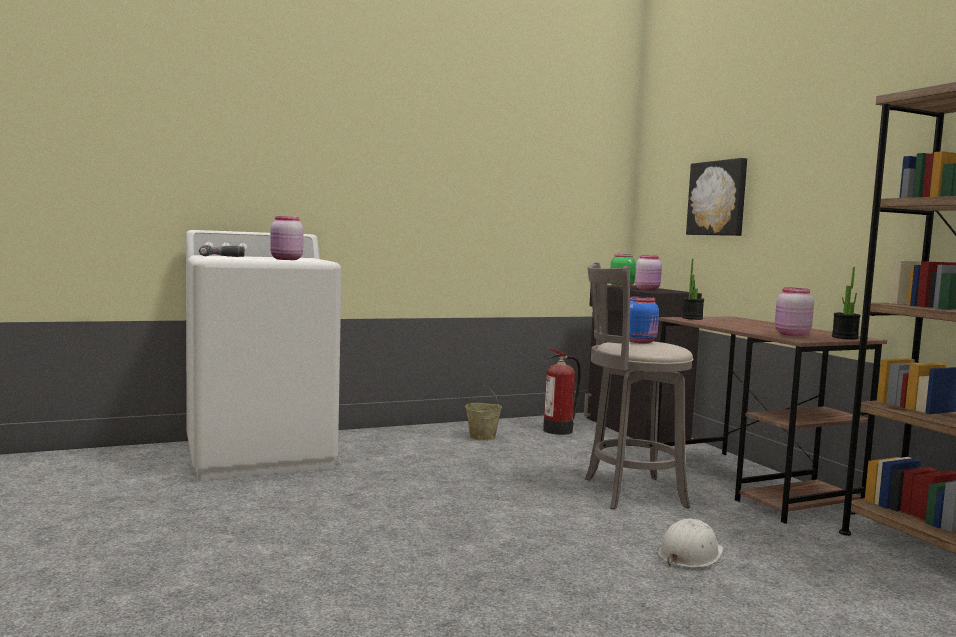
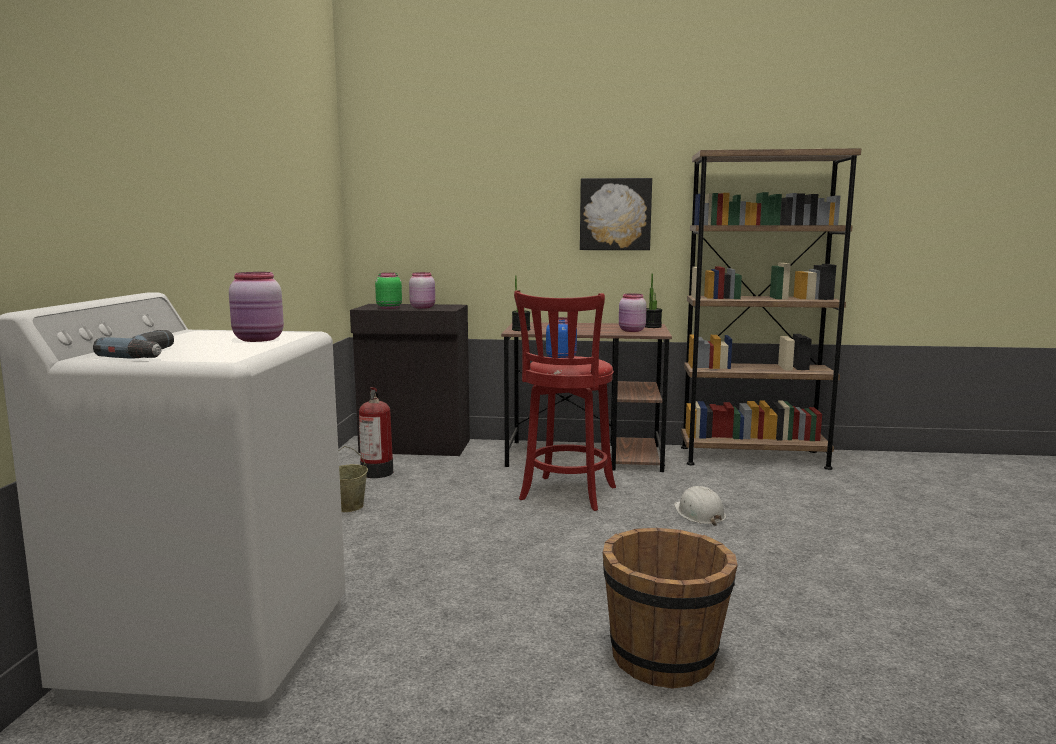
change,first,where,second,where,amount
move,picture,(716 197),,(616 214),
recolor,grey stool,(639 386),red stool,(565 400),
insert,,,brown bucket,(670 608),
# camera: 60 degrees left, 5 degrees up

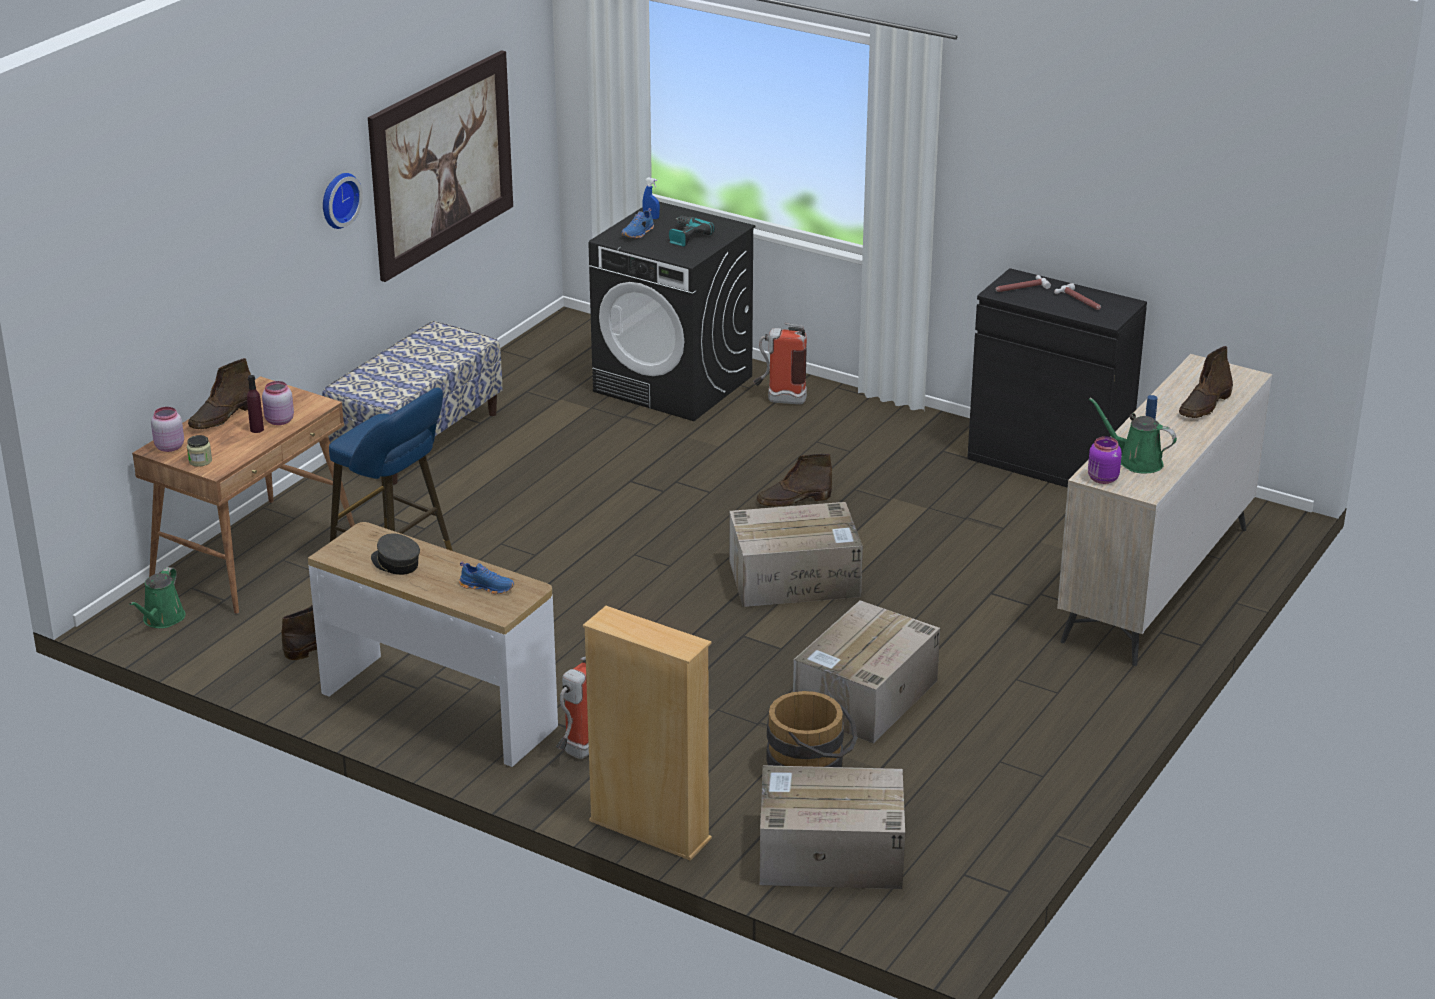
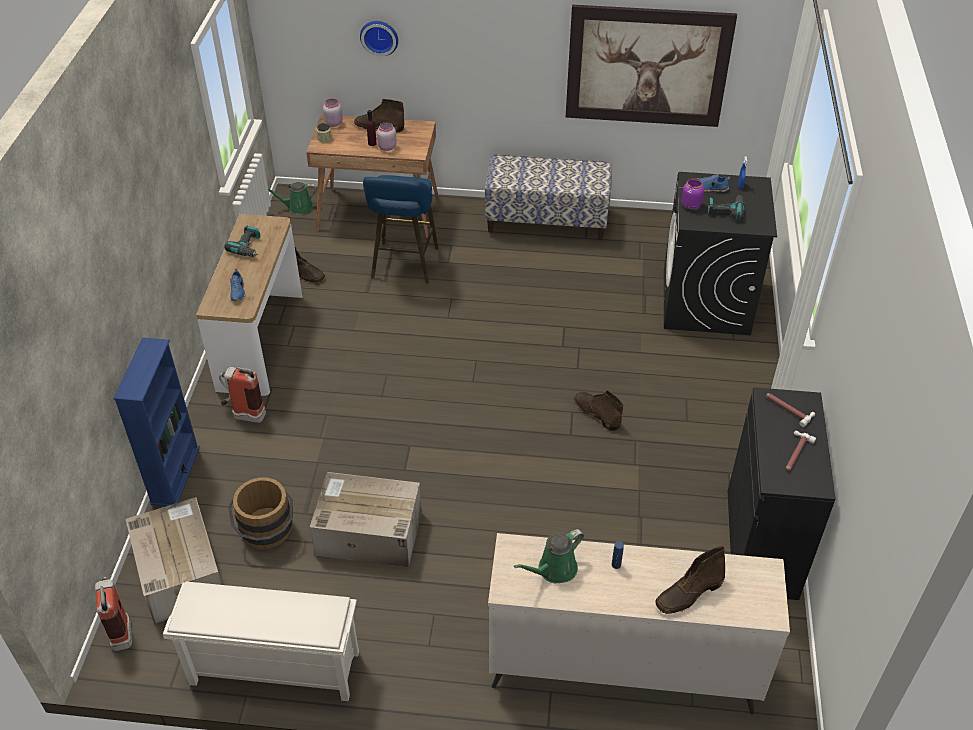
change,first,where,second,where,amount
move,wall clock,(343 201),,(379 38),
move,fire extinguisher,(780 363),,(113 614),
rotate,brown boot,(1206 382),,(690 580),45 degrees counterclockwise
rotate,green watering can,(1133 435),,(549 556),135 degrees counterclockwise
move,purple jar,(1105 460),,(692 193),
delete,cardboard box,(796 554),,,
replace,grey cap,(395 554),power drill,(242 241),
recolor,beige bookcase,(647 733),blue bookcase,(157 421),
insert,,,white shoe rack,(261 641),
# camera: 65 degrees right, 15 degrees up

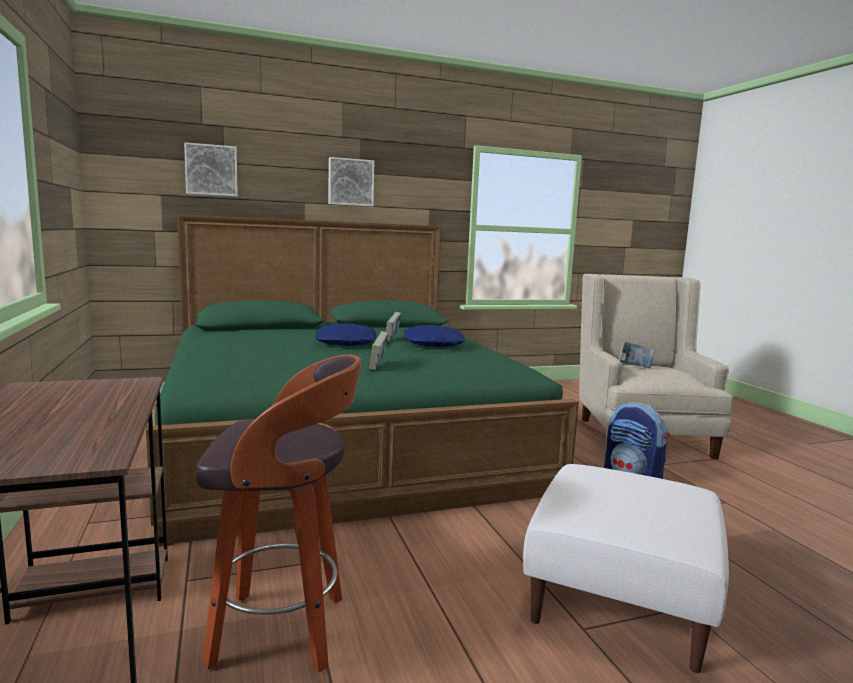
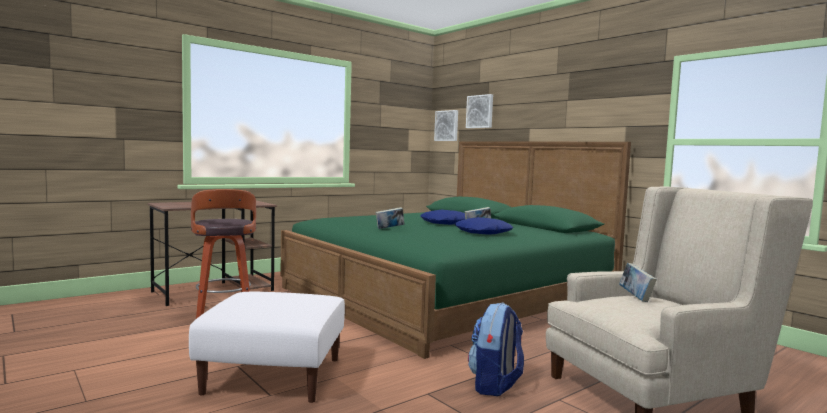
change,first,where,second,where,amount
move,picture,(351 182),,(446 125),
# camera: 70 degrees right, 5 degrees down

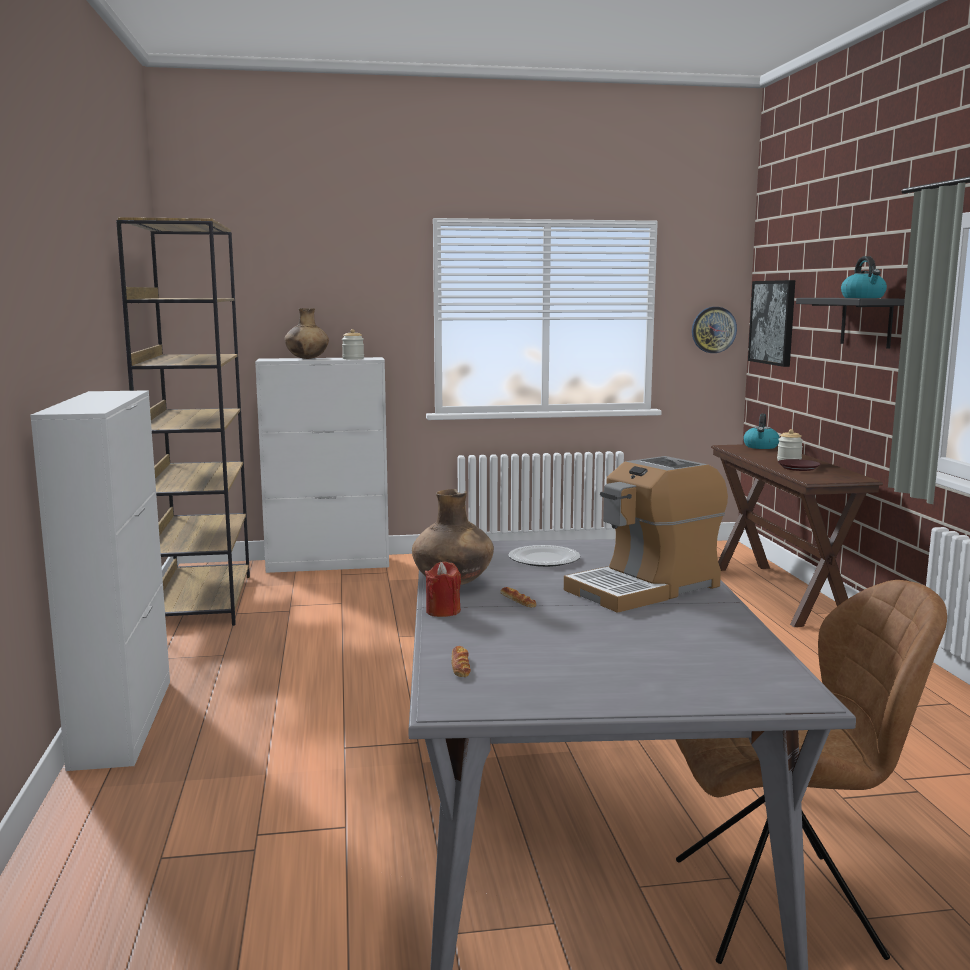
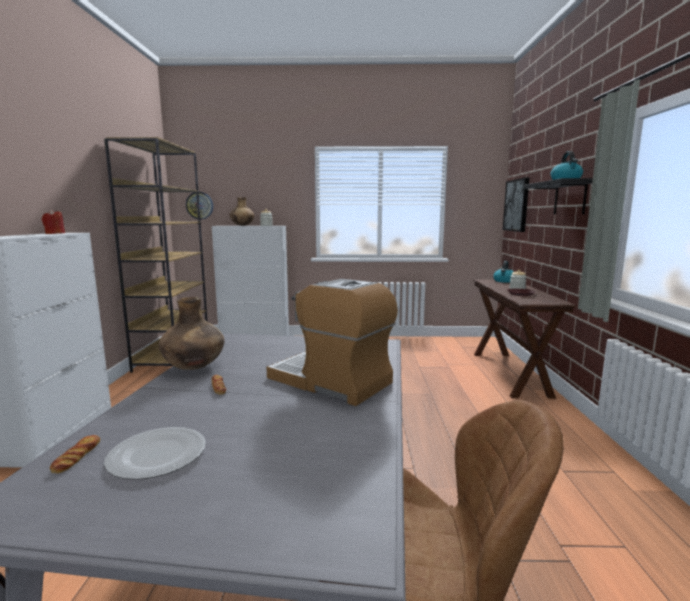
change,first,where,second,where,amount
move,wall clock,(714 330),,(199 205),
rotate,coffee machine,(646 534),,(332 342),60 degrees clockwise
move,plate,(544 556),,(155 453),
move,red candle,(443 589),,(53 222),
# camera: 10 degrees right, 0 degrees up

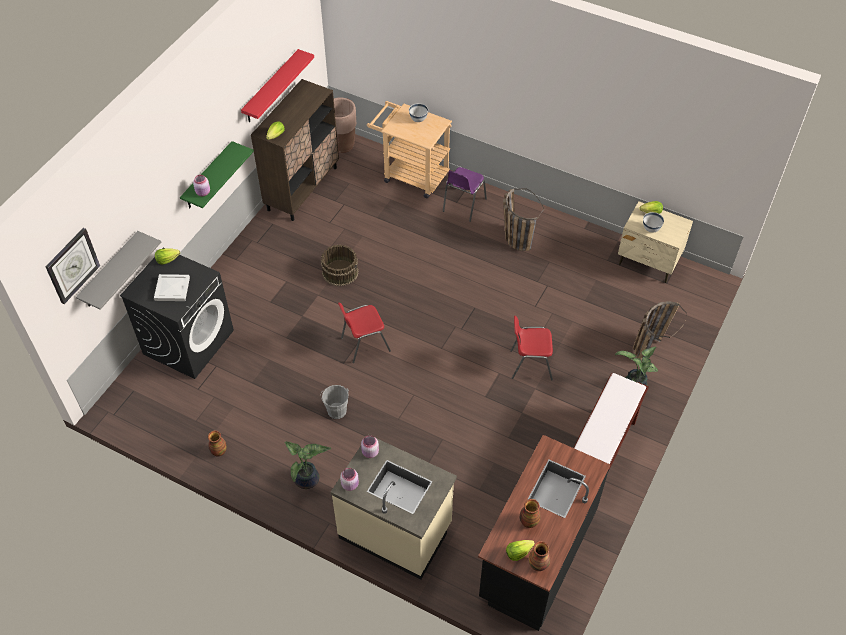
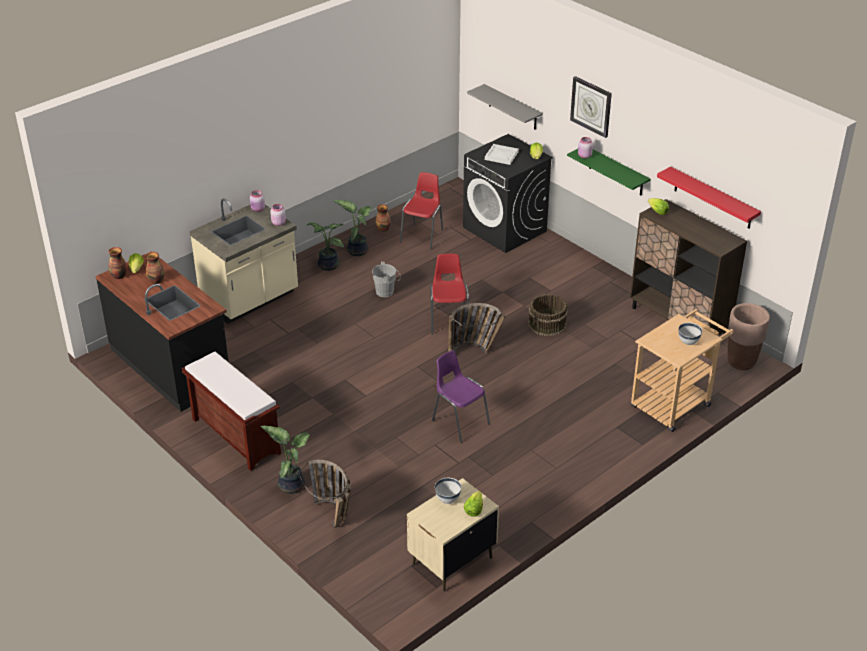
change,first,where,second,where,amount
move,purple chair,(465 194),,(461 396),
move,basket,(523 219),,(476 328),
move,wall clock,(72 266),,(591 107),
move,red chair,(531 348),,(421 210),
insert,,,potted plant,(352 228),
# camera: 110 degrees right, 15 degrees down

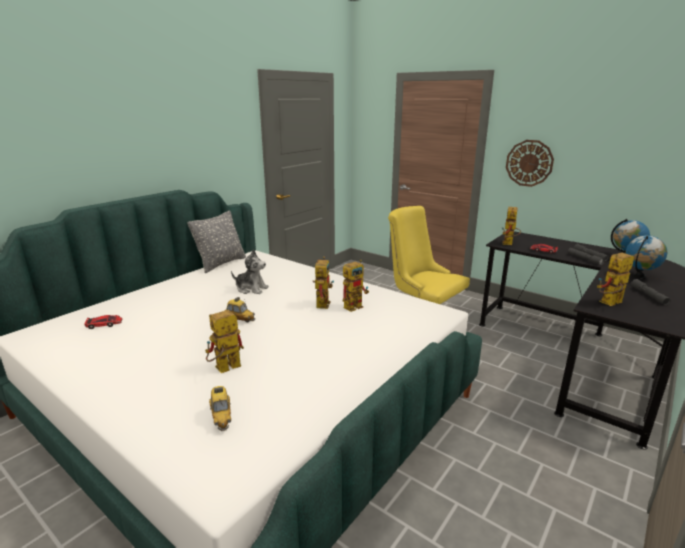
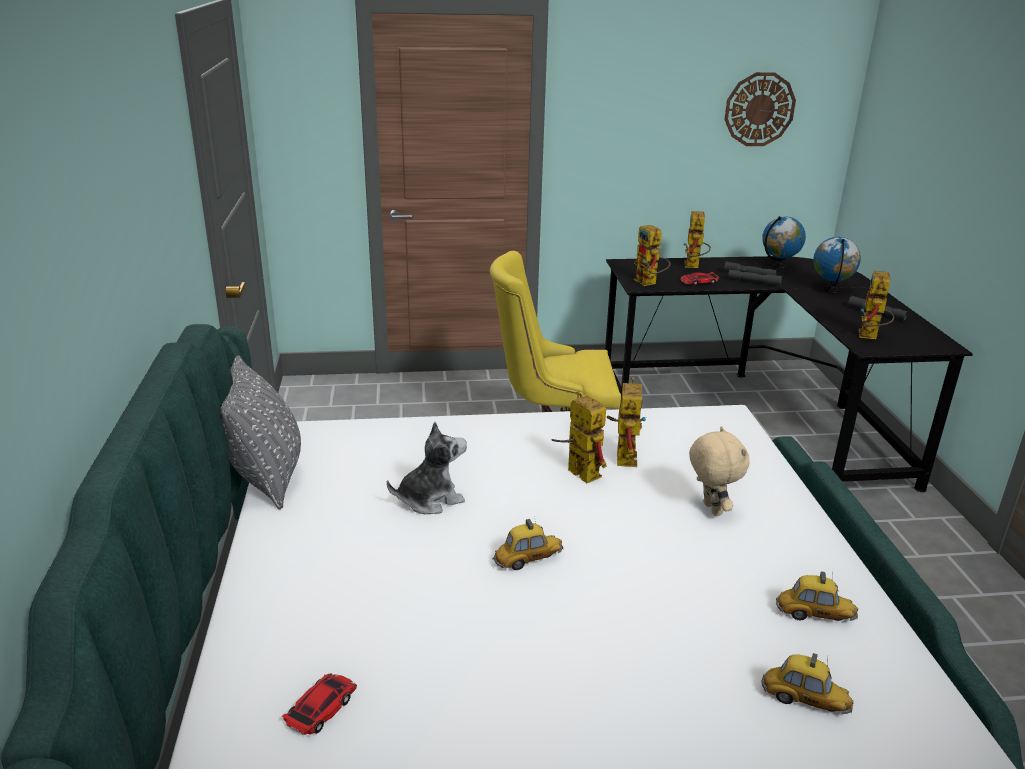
change,first,where,second,where,amount
move,wall clock,(530 163),,(760 109),
move,toy robot,(224 341),,(697 239),
insert,,,beige plush toy,(719 471),
insert,,,toy car,(817 596),
# camera: 45 degrees left, 5 degrees up

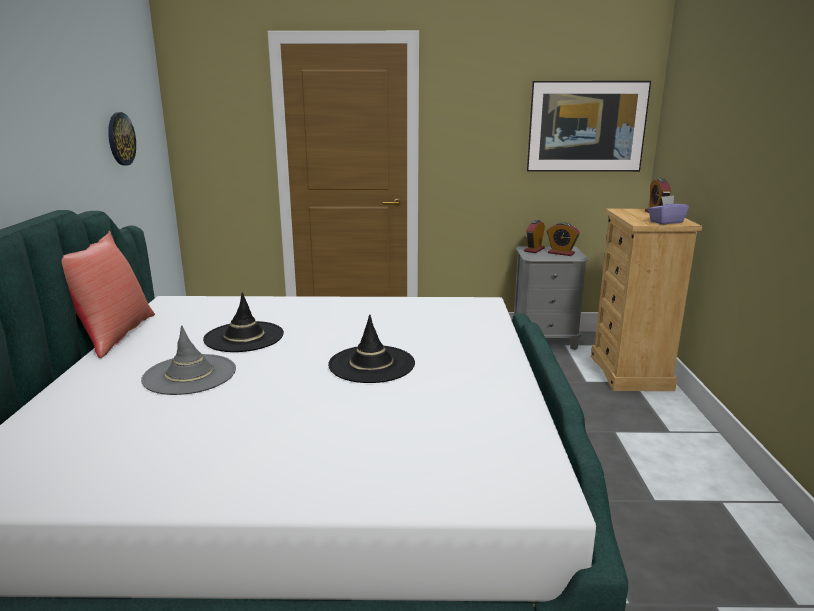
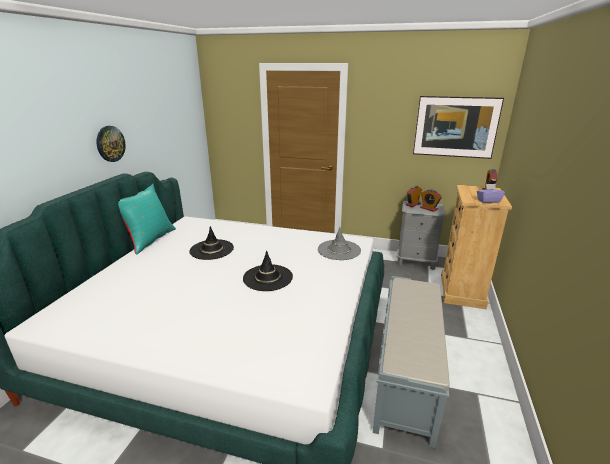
change,first,where,second,where,amount
move,wall clock,(122 139),,(111 144),
recolor,red pillow,(108 294),turquoise pillow,(147 219),
move,grey hat,(188 360),,(339 243),
insert,,,grey bench,(411 362),
# camera: 15 degrees right, 5 degrees up

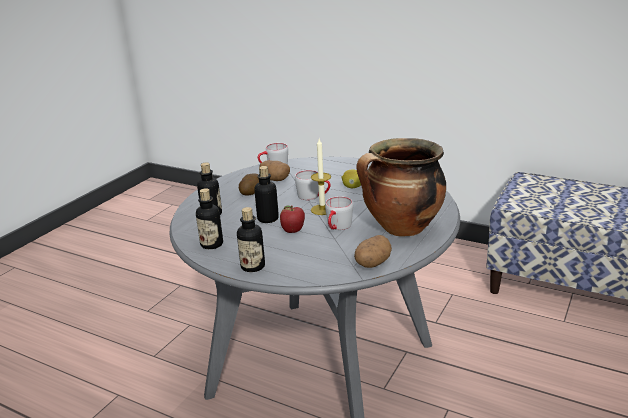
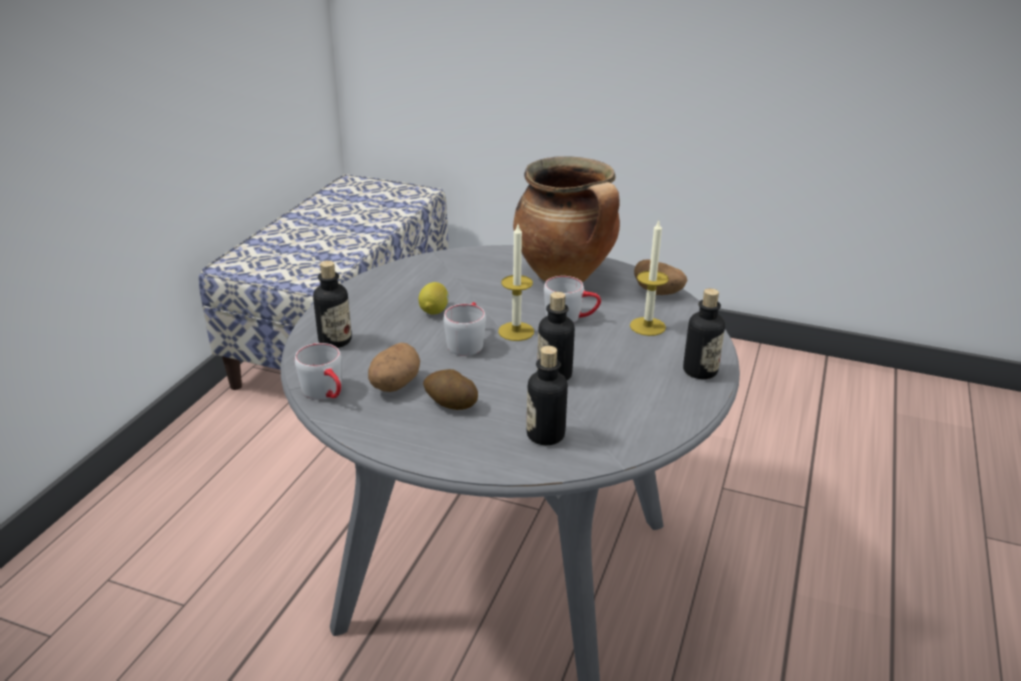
change,first,where,second,where,amount
move,bottle,(209 218),,(332 304),
delete,apple,(292 219),,,
insert,,,candle,(649 278),
# camera: 100 degrees left, 5 degrees up

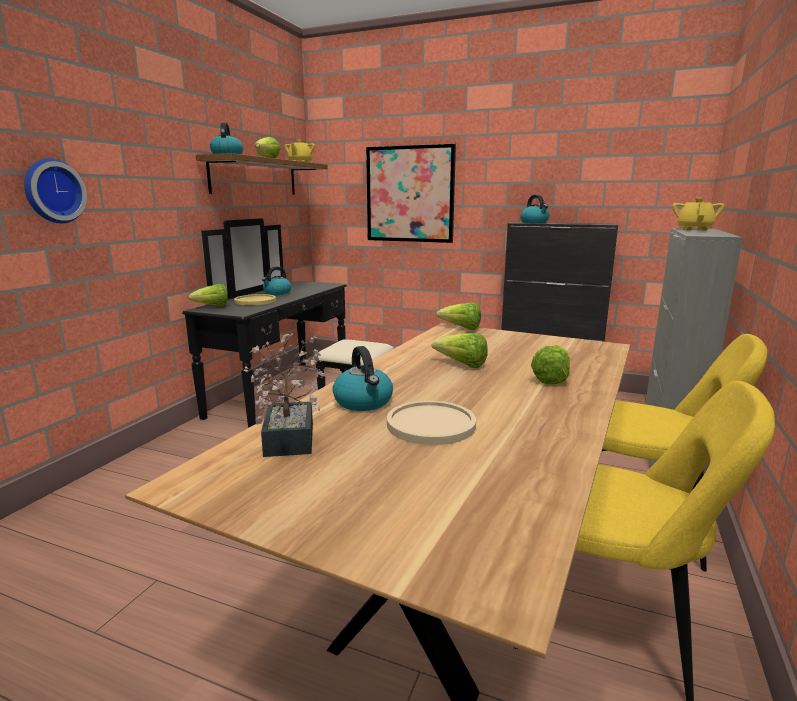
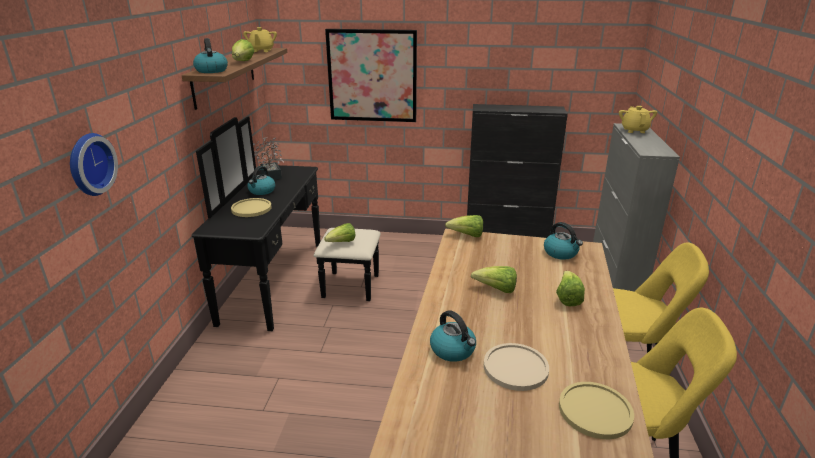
change,first,where,second,where,amount
move,kettle,(534 208),,(563 241),
move,lettuce,(208 295),,(339 232),
move,potted plant,(284 395),,(268 158),
insert,,,yellow plate,(596 410),
# camera: 15 degrees left, 10 degrees up

